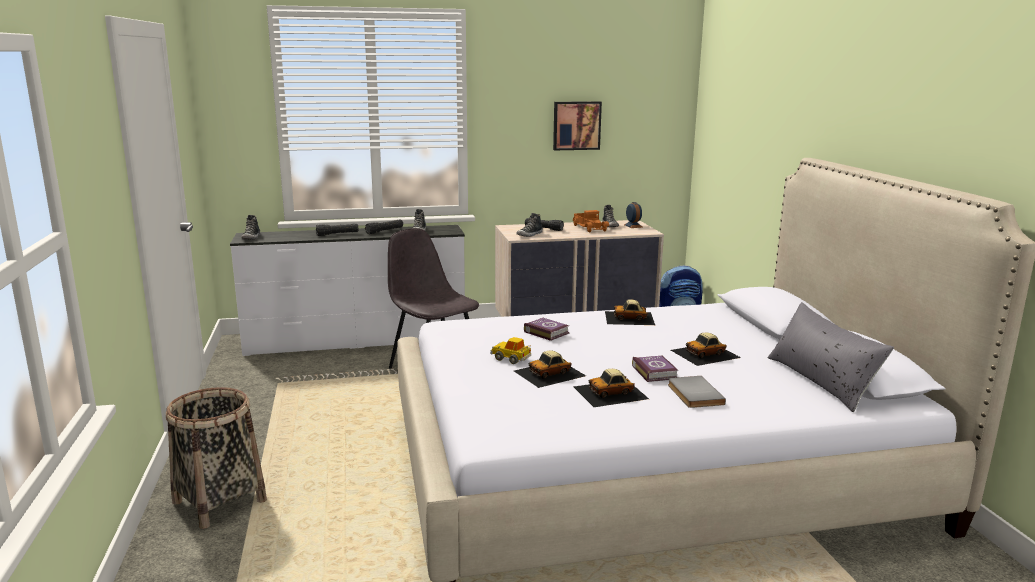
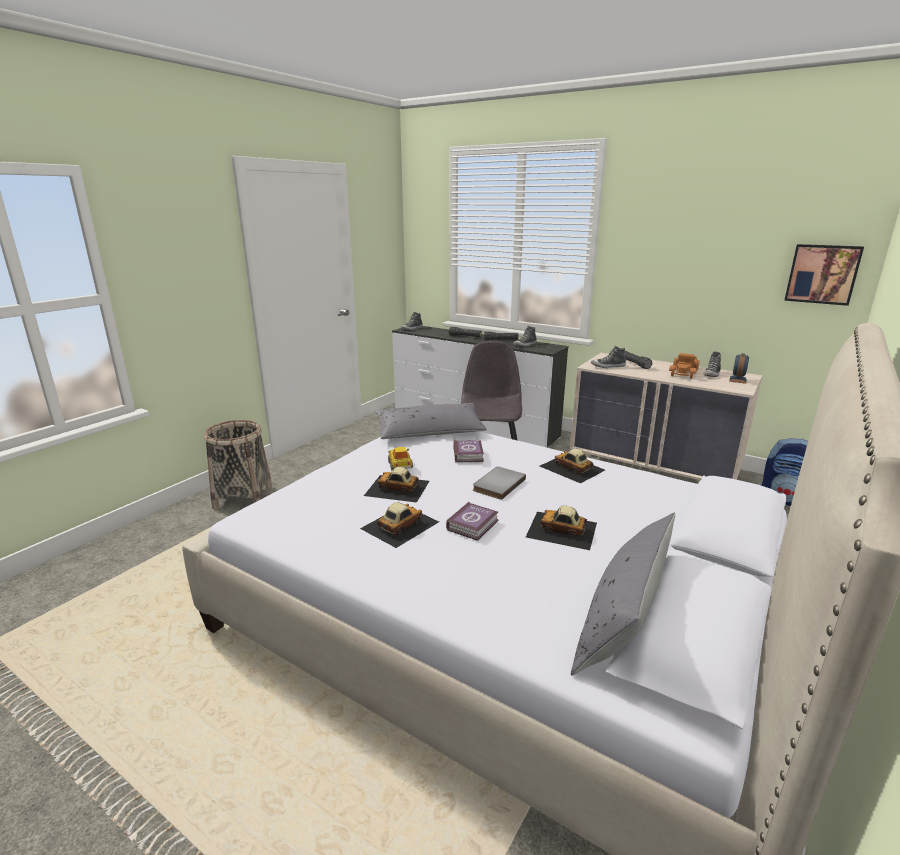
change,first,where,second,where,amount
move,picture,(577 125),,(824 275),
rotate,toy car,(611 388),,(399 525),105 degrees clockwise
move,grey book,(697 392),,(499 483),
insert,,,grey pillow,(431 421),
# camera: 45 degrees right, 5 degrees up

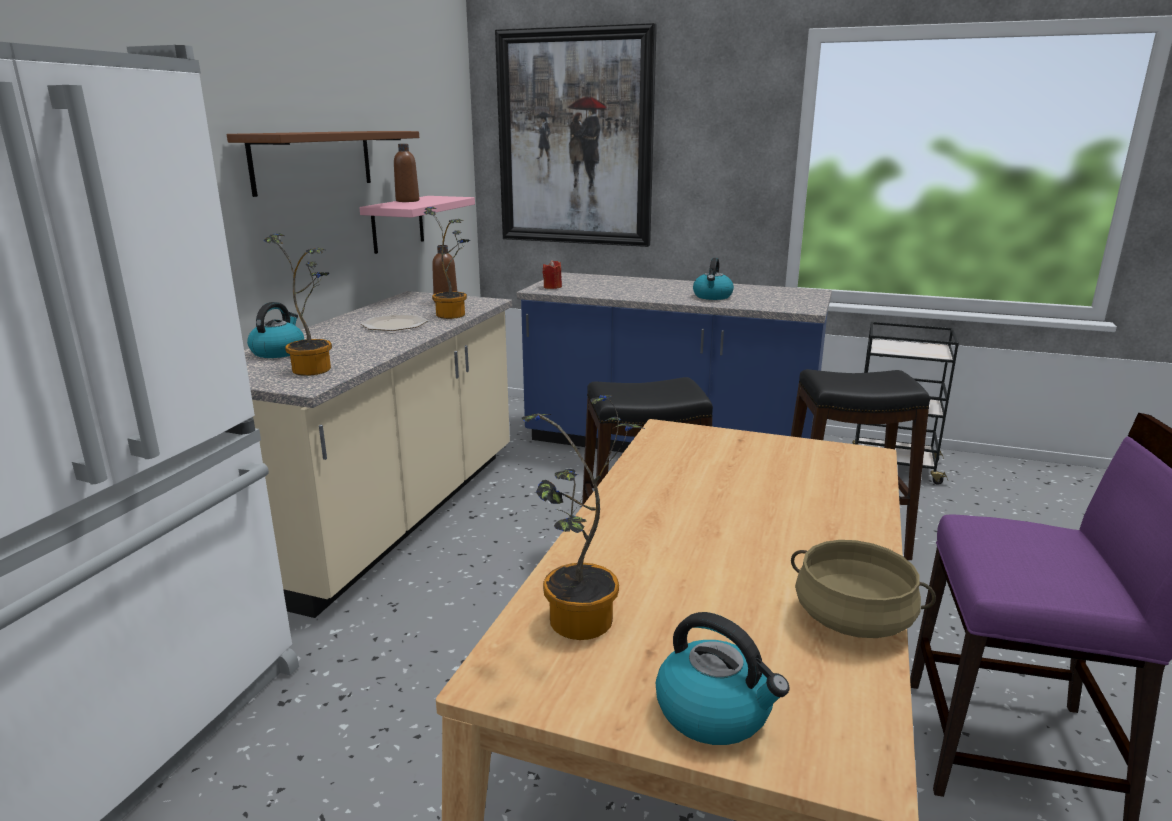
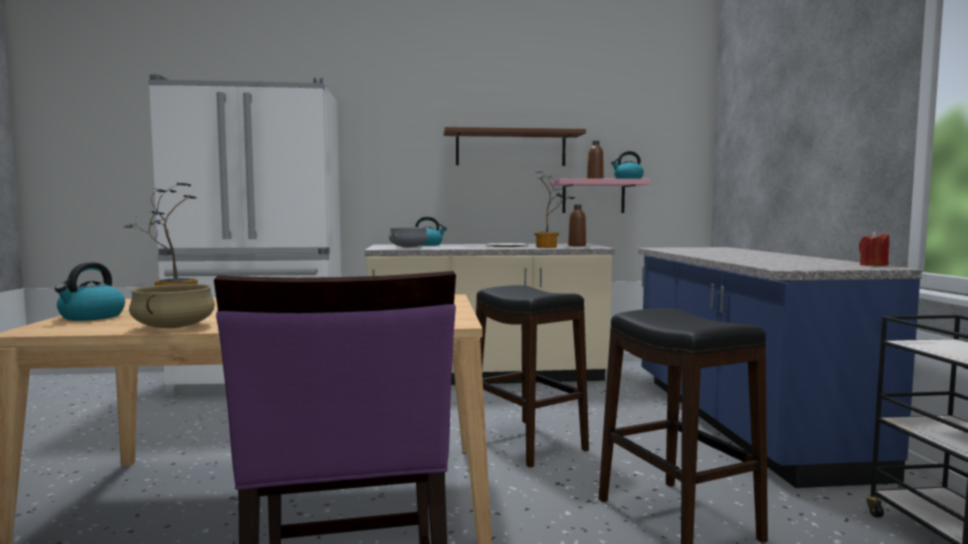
change,first,where,second,where,amount
delete,picture,(576 135),,,
replace,potted plant,(297 304),grey cooking pot,(408 237),
move,kettle,(713 279),,(627 165),
move,red candle,(552 274),,(874 248),
# camera: 65 degrees right, 15 degrees down

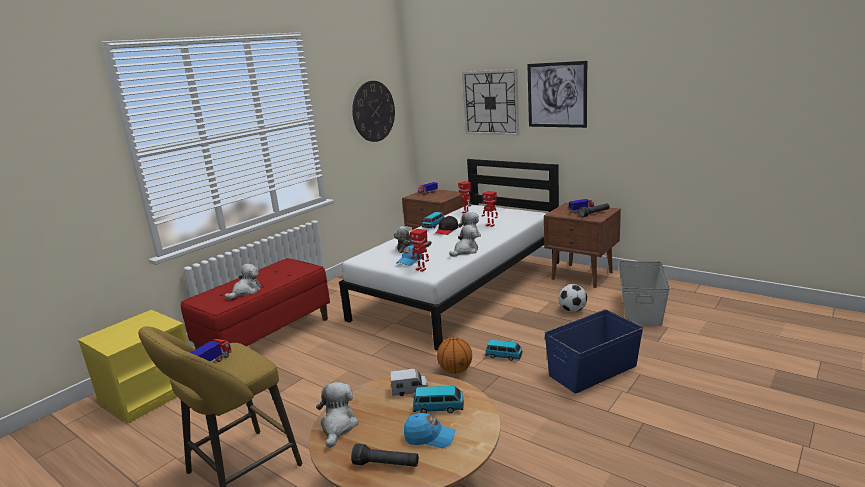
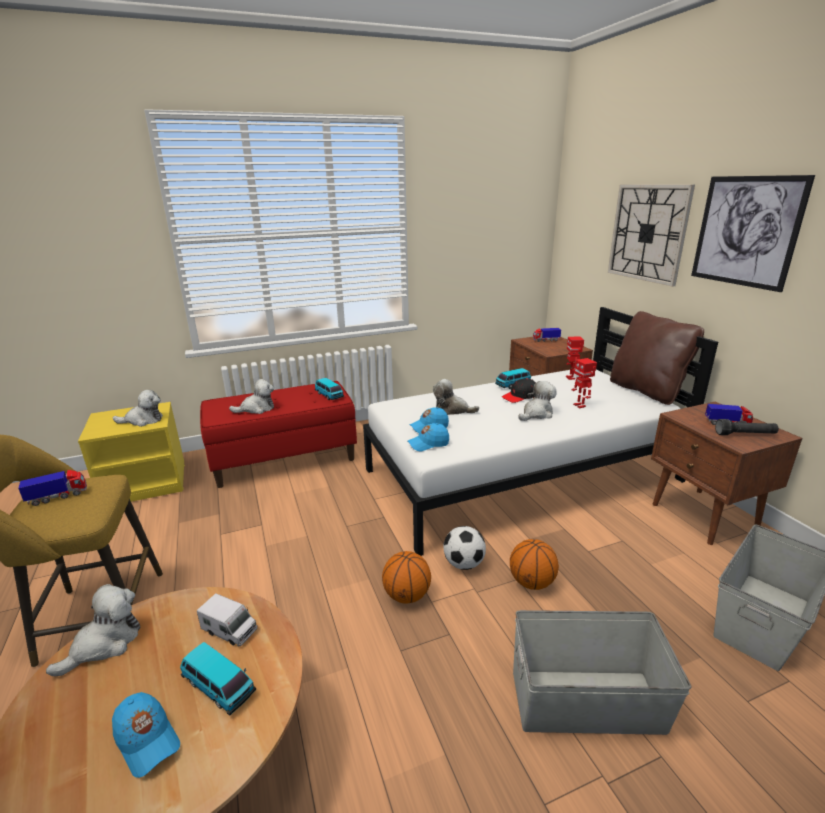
change,first,where,second,where,amount
delete,wall clock,(373 111),,,
move,plush toy,(464 241),,(138 408),
replace,toy robot,(419 250),blue cap,(428 437),
move,football,(573 298),,(464 548),
recolor,blue storage box,(593 351),grey storage box,(602 672),
move,toy car,(504 350),,(329 389),
delete,black flashlight,(385 455),,,
insert,,,brown pillow,(657 358),
insert,,,basketball,(534 564),
# camera: 30 degrees right, 5 degrees up

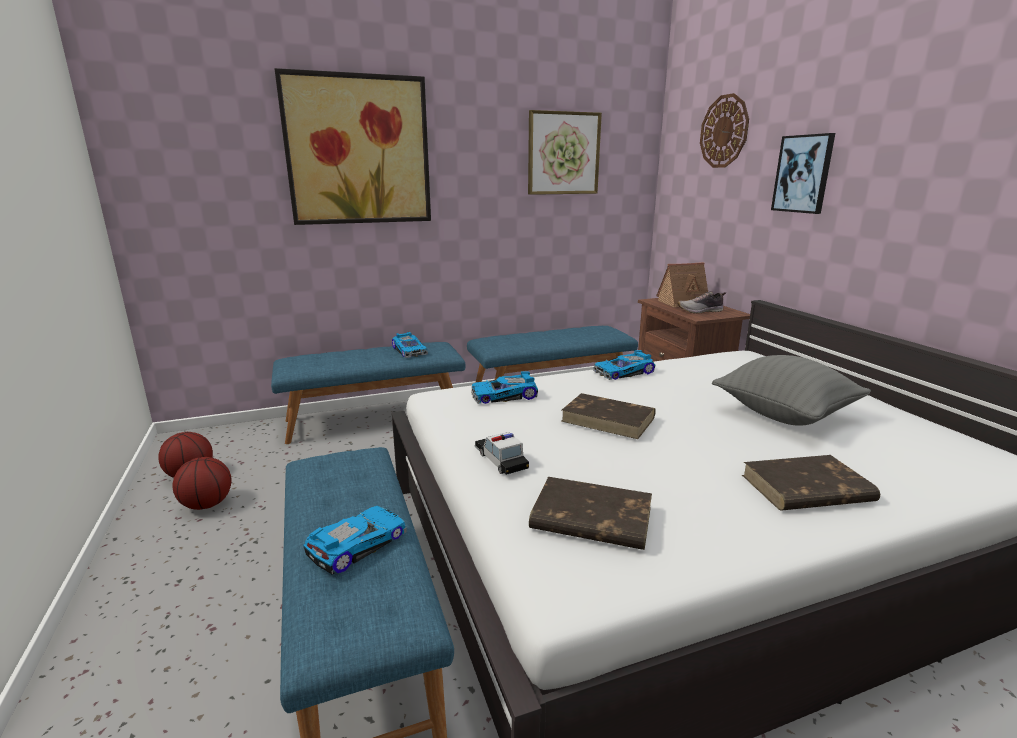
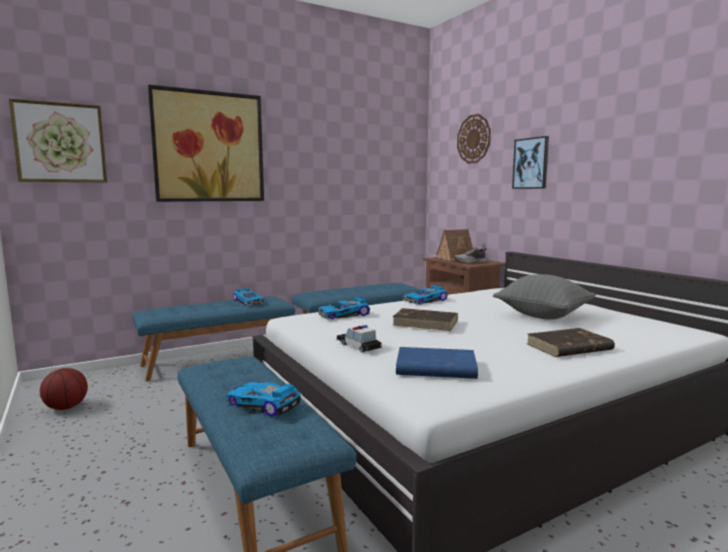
change,first,where,second,where,amount
move,picture,(565 152),,(58 141),
delete,basketball,(201 483),,,
recolor,brown book,(590 513),blue book,(437 363),
rotate,toy car,(355 540),,(263 399),90 degrees counterclockwise
# camera: 10 degrees left, 10 degrees down

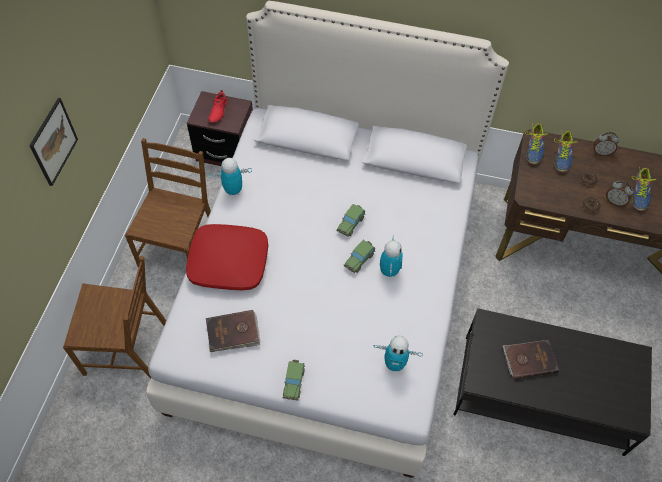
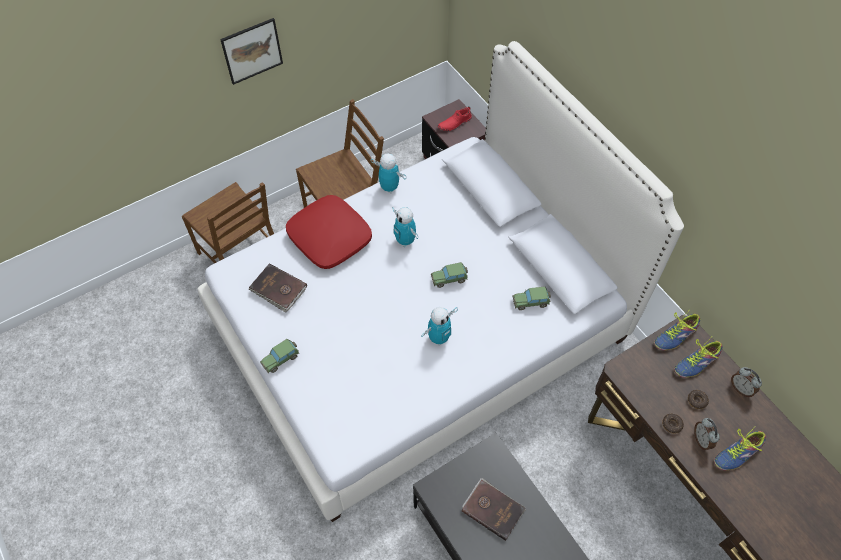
change,first,where,second,where,amount
move,toy car,(359 256),,(531 298),
move,toy robot,(398 353),,(405 227),
# camera: 45 degrees right, 0 degrees up

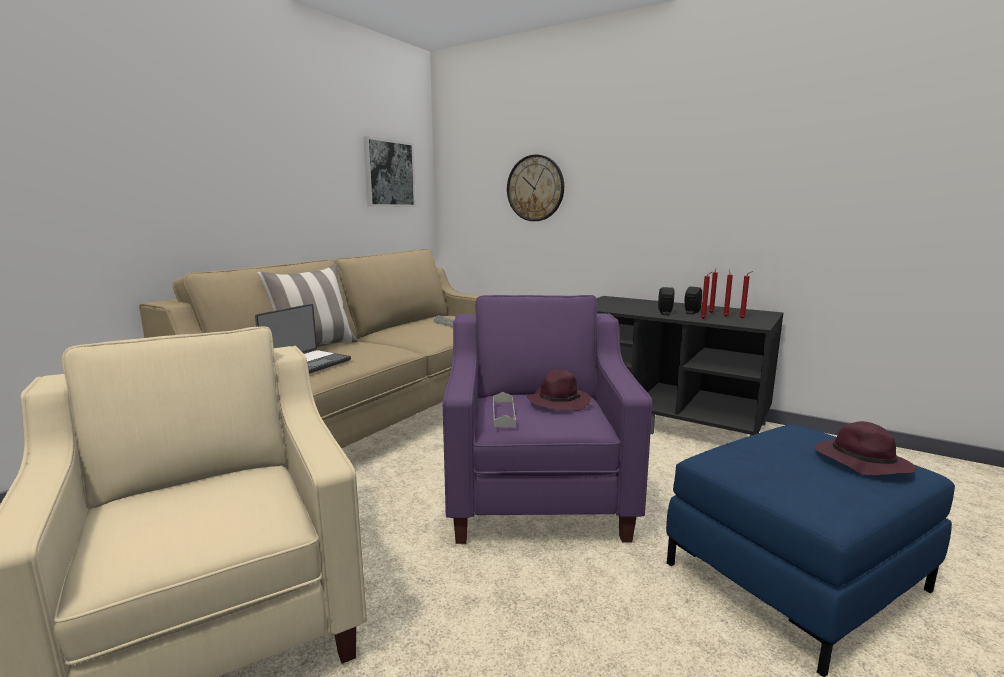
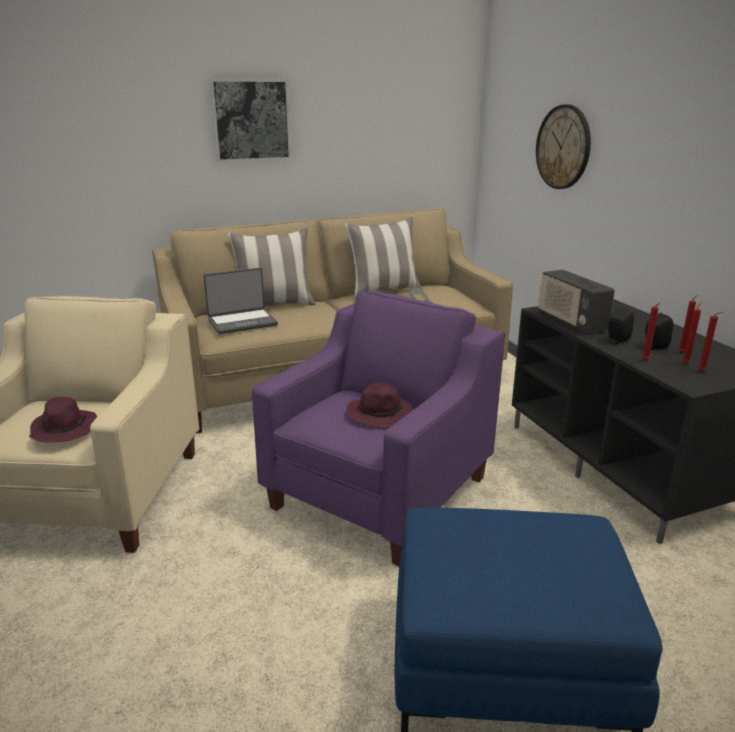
change,first,where,second,where,amount
move,picture,(389 171),,(250 120),
delete,grey tray,(504 409),,,
move,purple hat,(865 448),,(63 420),
insert,,,pillow,(383 257),
insert,,,radio,(576 301),
# camera: 35 degrees right, 10 degrees up

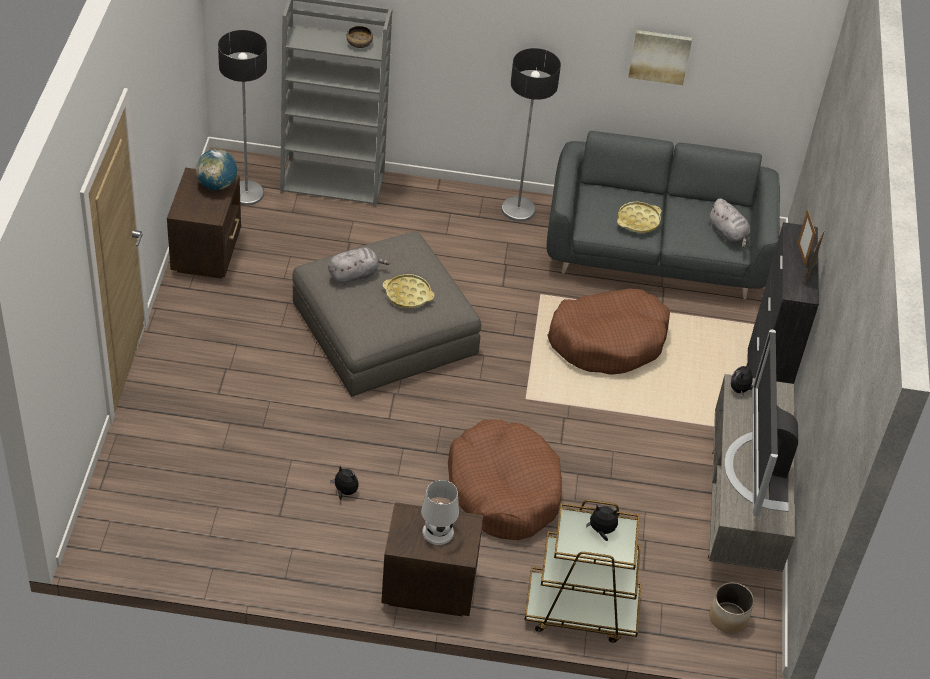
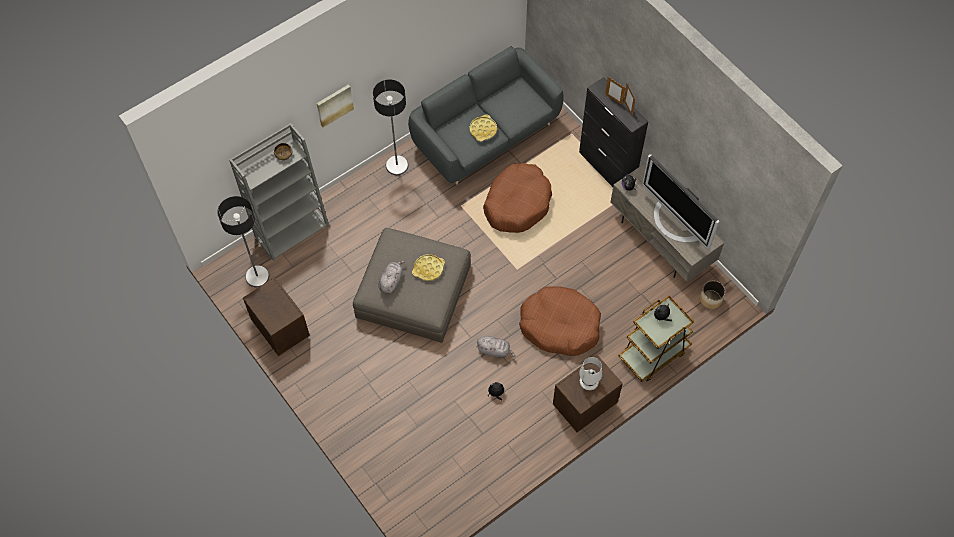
change,first,where,second,where,amount
move,picture,(660 57),,(335 106),
delete,globe,(216 169),,,
move,grey plush toy,(729 223),,(496 347),
# camera: 40 degrees left, 15 degrees up

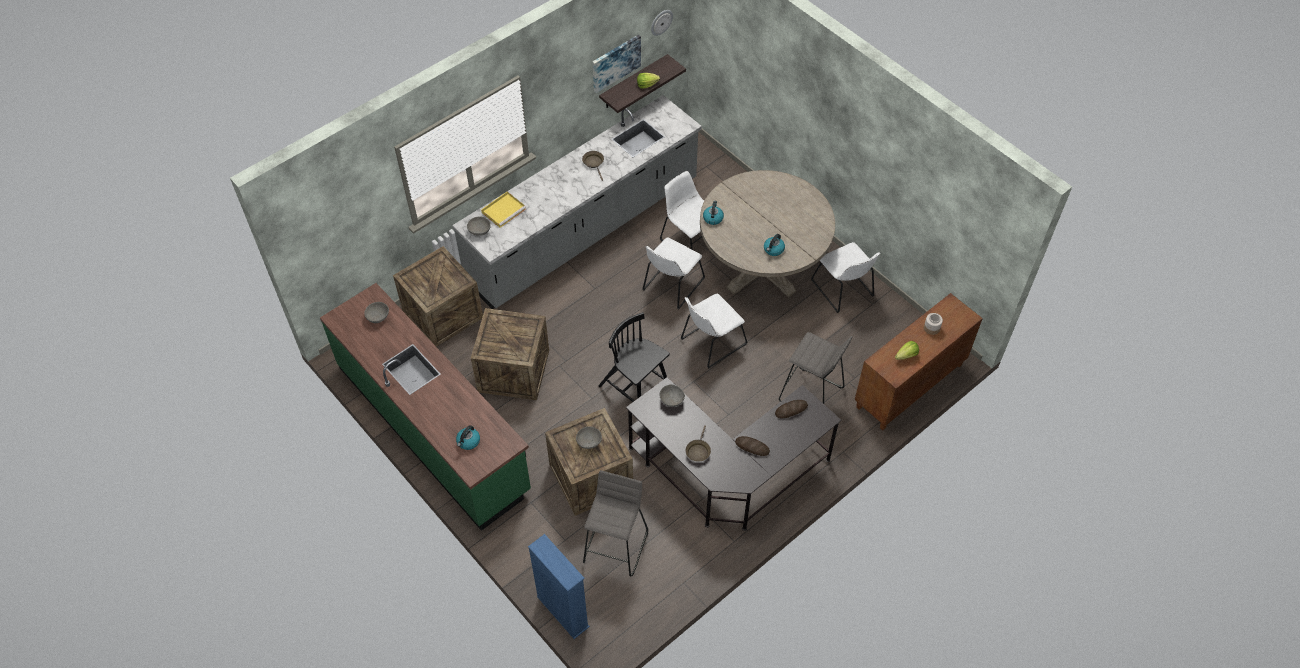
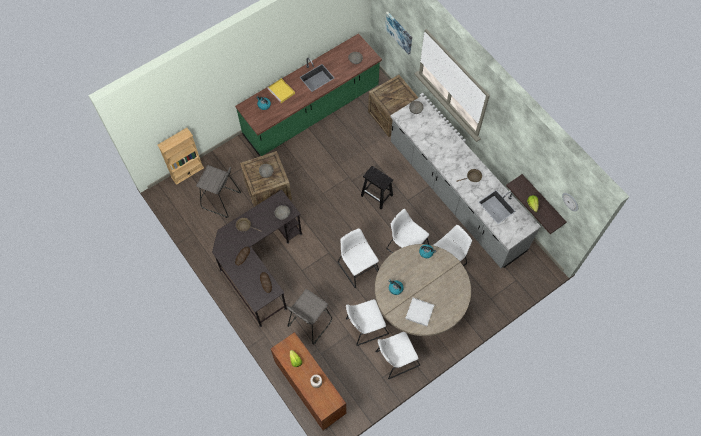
change,first,where,second,where,amount
move,picture,(616 64),,(398 33),
move,yellow tray,(503 209),,(281 90),
delete,crate,(510 354),,,
delete,black chair,(634 357),,,
recolor,blue bookcase,(559 586),beige bookcase,(180 156),
insert,,,black stool,(377 188),
insert,,,white tray,(419 312),
insert,,,white chair,(367 322),
# camera: 95 degrees right, 10 degrees up

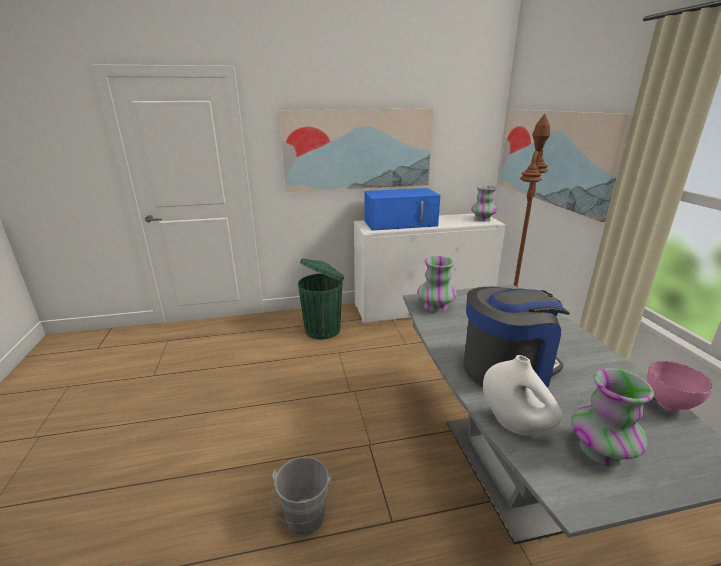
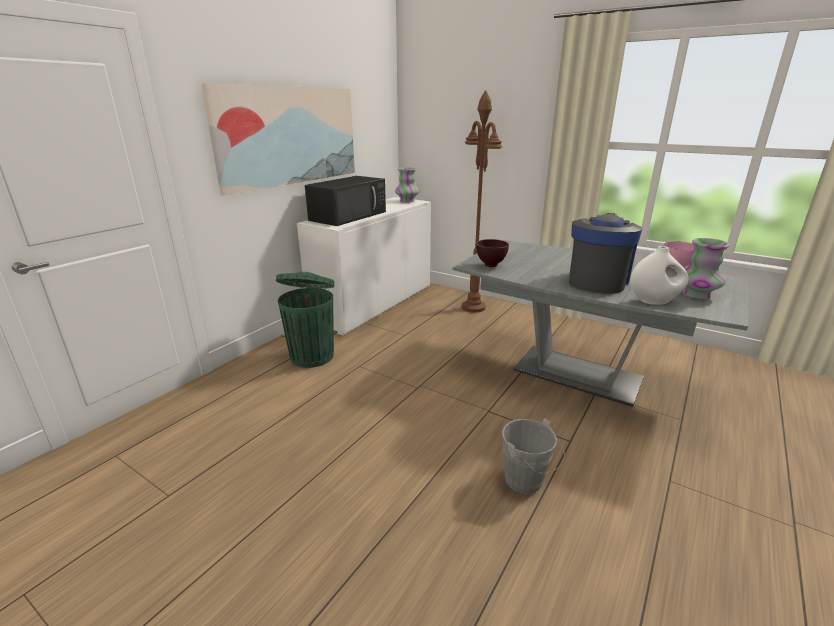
change,first,where,second,where,amount
delete,picture,(565 165),,,
recolor,blue microwave,(402 209),black microwave,(345 201),
replace,vase,(437 284),brown bowl,(492 253),
# camera: 45 degrees left, 0 degrees up

